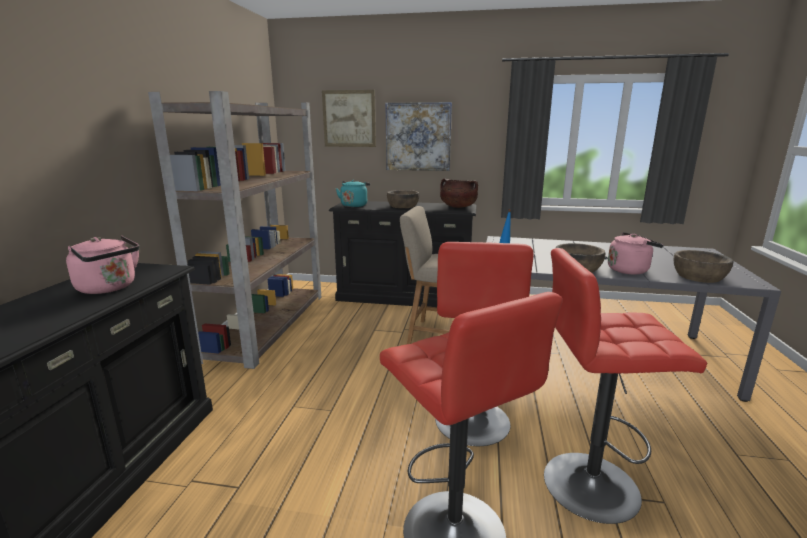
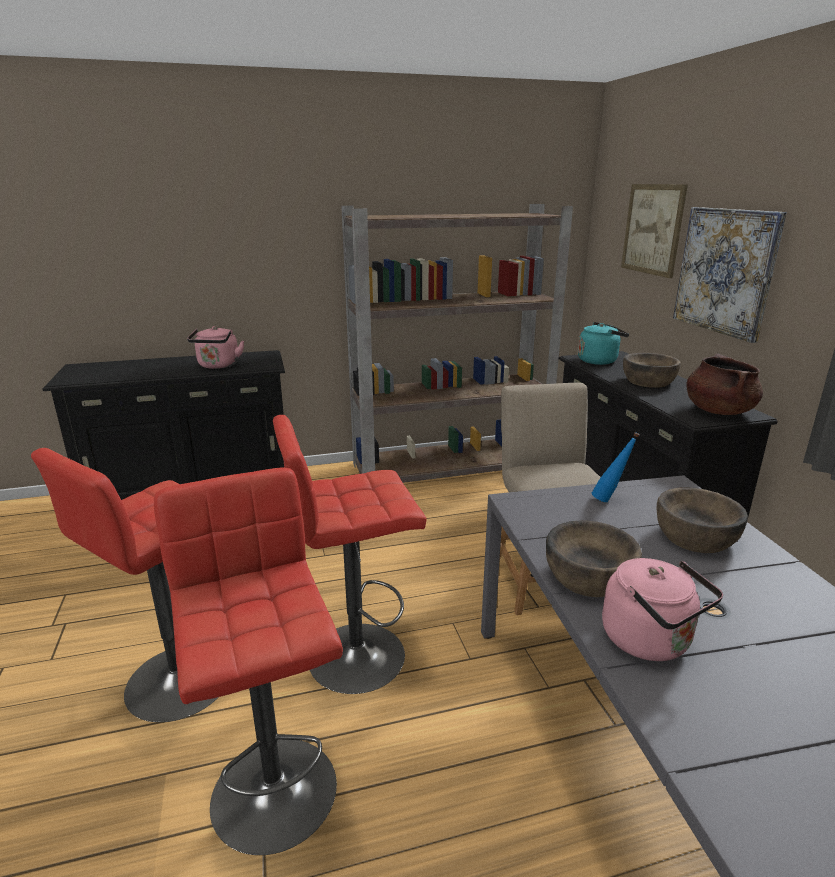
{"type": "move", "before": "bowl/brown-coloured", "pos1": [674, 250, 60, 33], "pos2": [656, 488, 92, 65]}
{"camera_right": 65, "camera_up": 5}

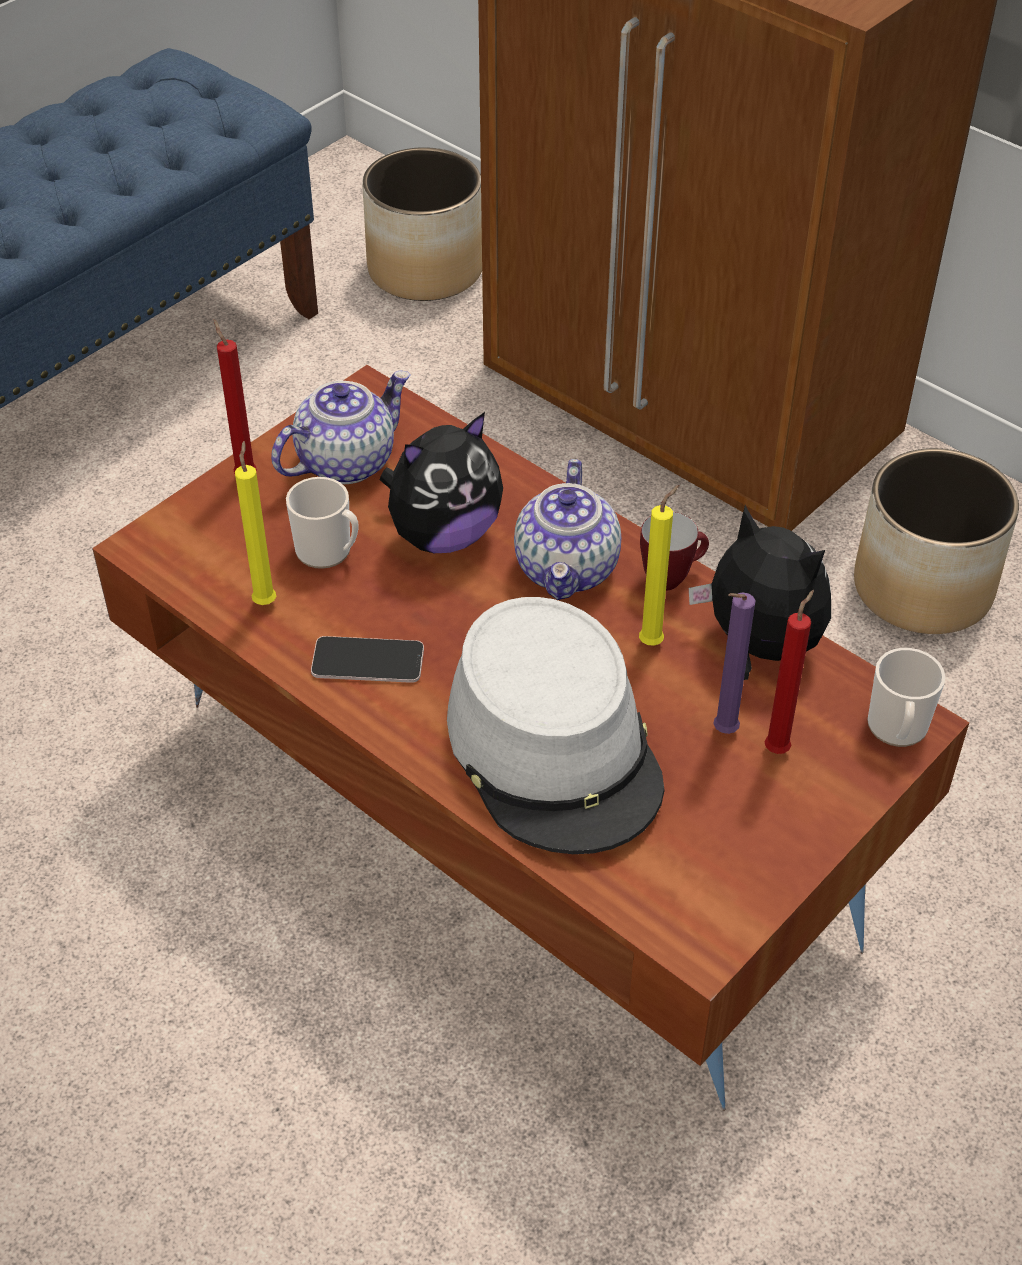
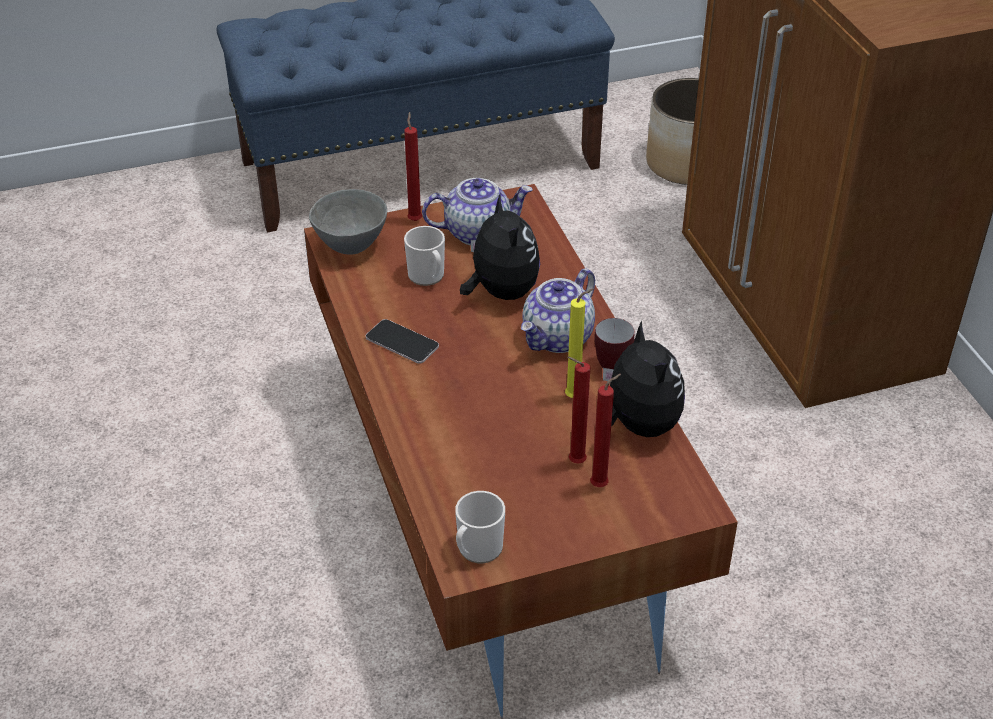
{"type": "delete", "before": "candle/yellowish", "pos1": [235, 441, 41, 164]}
{"type": "rotate", "before": "cuddly toy", "pos1": [380, 412, 123, 141], "pos2": [460, 195, 80, 105], "turn": -105}
{"type": "delete", "before": "clothing hat/greyish", "pos1": [447, 597, 218, 257]}
{"type": "recolor", "before": "candle/purplish", "after": "candle/red", "pos1": [713, 592, 43, 142], "pos2": [567, 357, 24, 107]}
{"type": "delete", "before": "plant pot", "pos1": [854, 448, 165, 186]}
{"type": "move", "before": "mug", "pos1": [867, 648, 78, 99], "pos2": [455, 491, 50, 72]}
{"type": "insert", "after": "bowl/greyish", "pos2": [309, 189, 78, 65]}
{"camera_right": 30, "camera_up": -5}

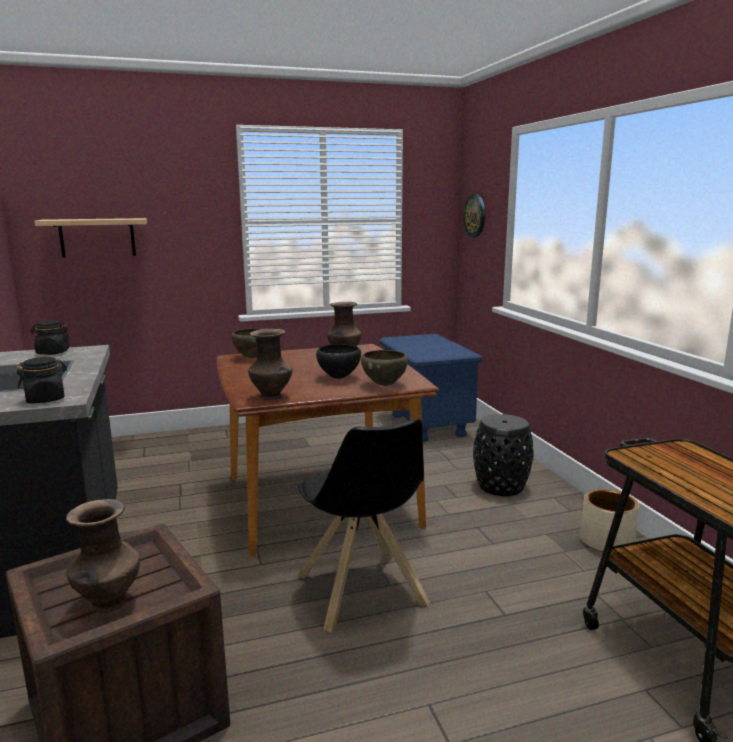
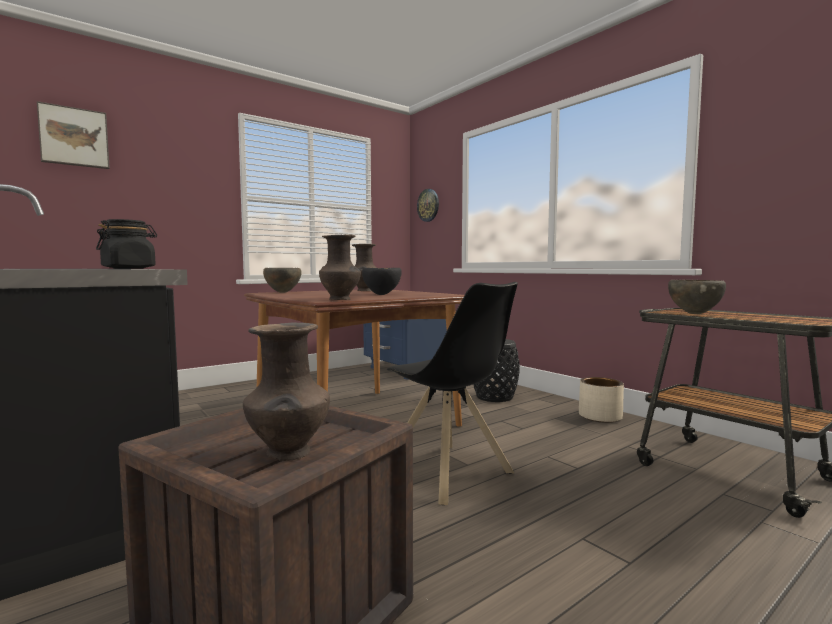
{"type": "delete", "before": "jar/black", "pos1": [30, 320, 40, 35]}
{"type": "delete", "before": "shelf", "pos1": [34, 218, 113, 40]}
{"type": "move", "before": "bowl/brown-coloured", "pos1": [361, 350, 47, 36], "pos2": [668, 280, 58, 34]}
{"type": "insert", "after": "wall picture", "pos2": [37, 101, 73, 68]}
{"camera_right": -20, "camera_up": -10}

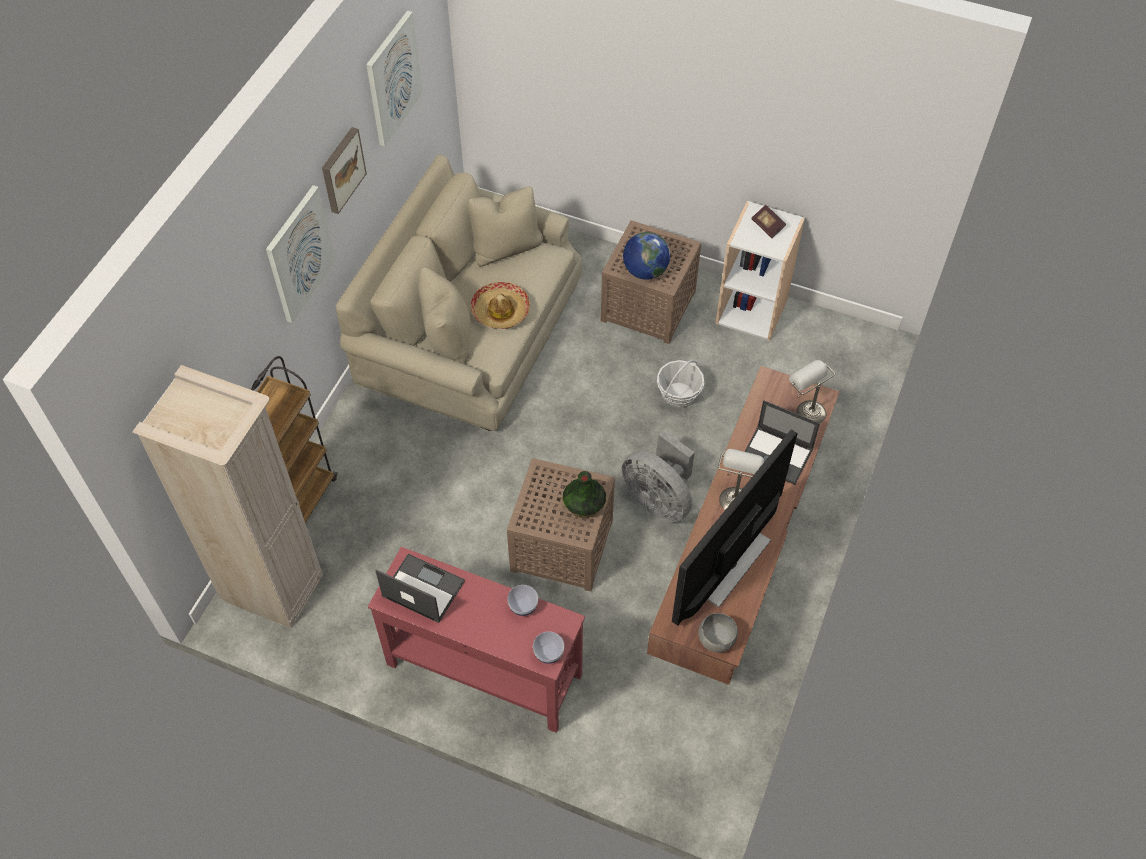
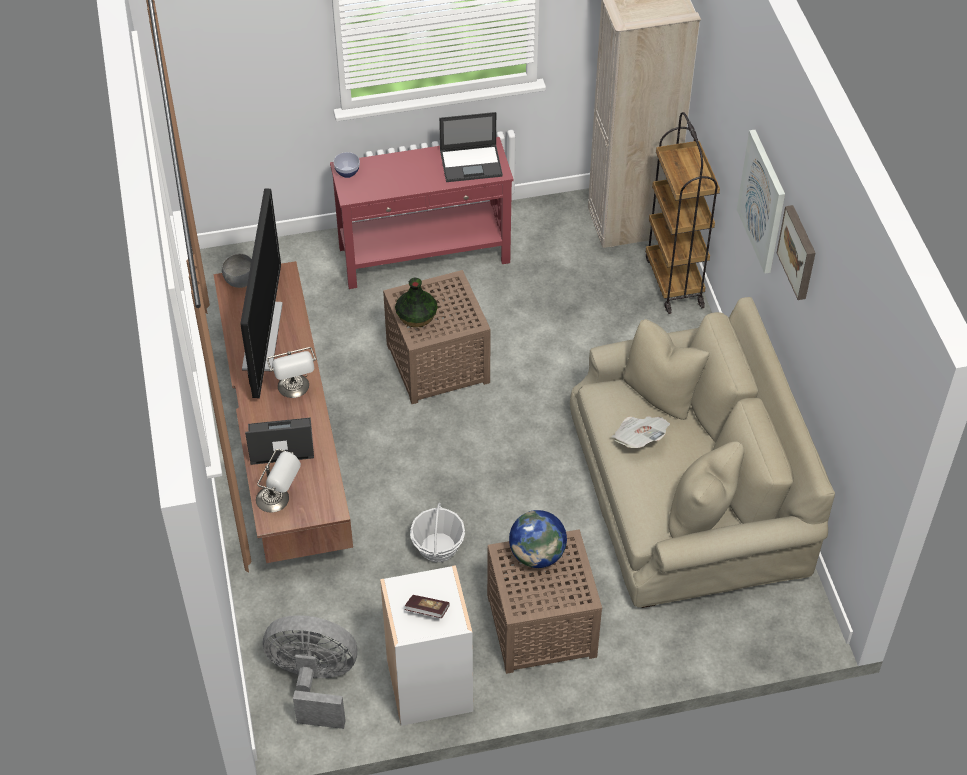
{"type": "delete", "before": "wall picture", "pos1": [366, 10, 57, 136]}
{"type": "replace", "before": "clothing hat", "after": "newspaper", "pos1": [470, 282, 60, 47], "pos2": [611, 416, 59, 32]}
{"type": "delete", "before": "bowl", "pos1": [507, 585, 31, 31]}
{"type": "move", "before": "electric fan/greyish", "pos1": [622, 430, 73, 92], "pos2": [263, 615, 94, 114]}
{"camera_right": 145, "camera_up": -5}

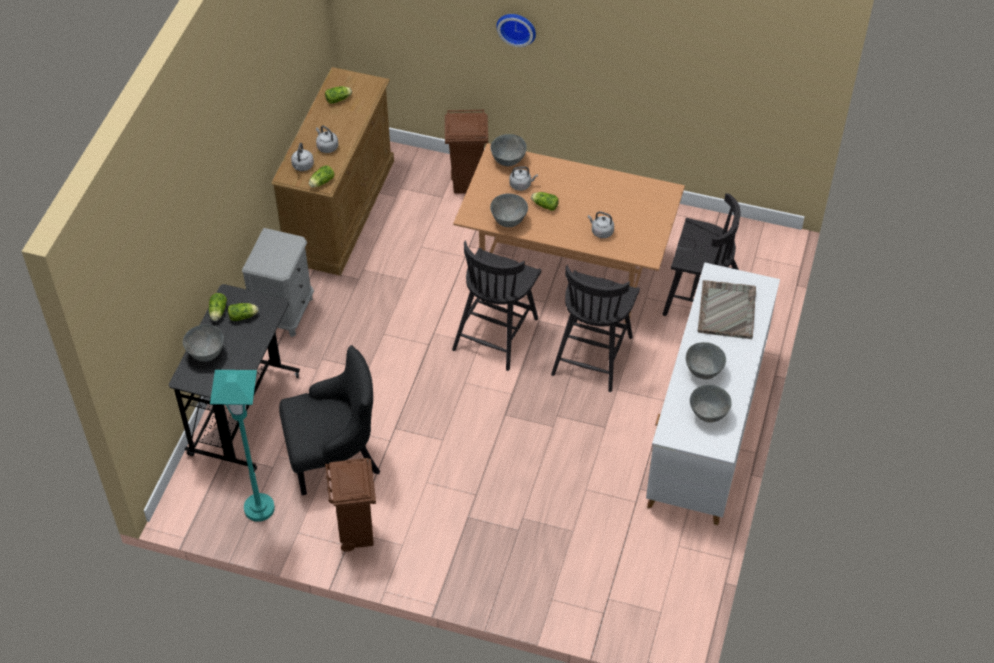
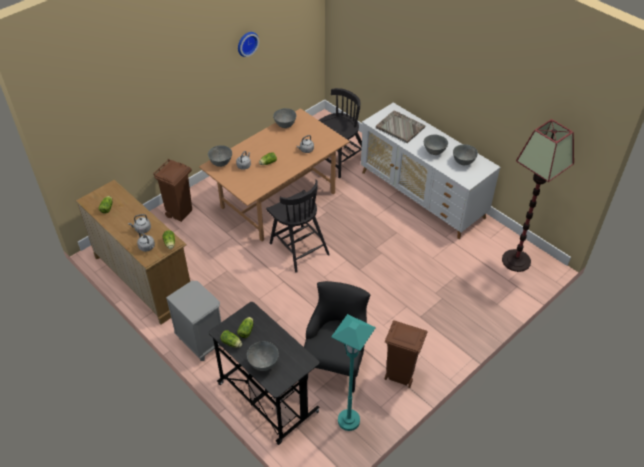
{"type": "move", "before": "bowl/greyish", "pos1": [490, 193, 38, 34], "pos2": [273, 108, 23, 20]}
{"type": "move", "before": "clock on the wall", "pos1": [496, 14, 40, 33], "pos2": [238, 32, 21, 25]}
{"type": "delete", "before": "upright chair/black", "pos1": [551, 264, 89, 128]}
{"type": "insert", "after": "floor lamp", "pos2": [502, 119, 72, 153]}
{"camera_right": -60, "camera_up": -5}

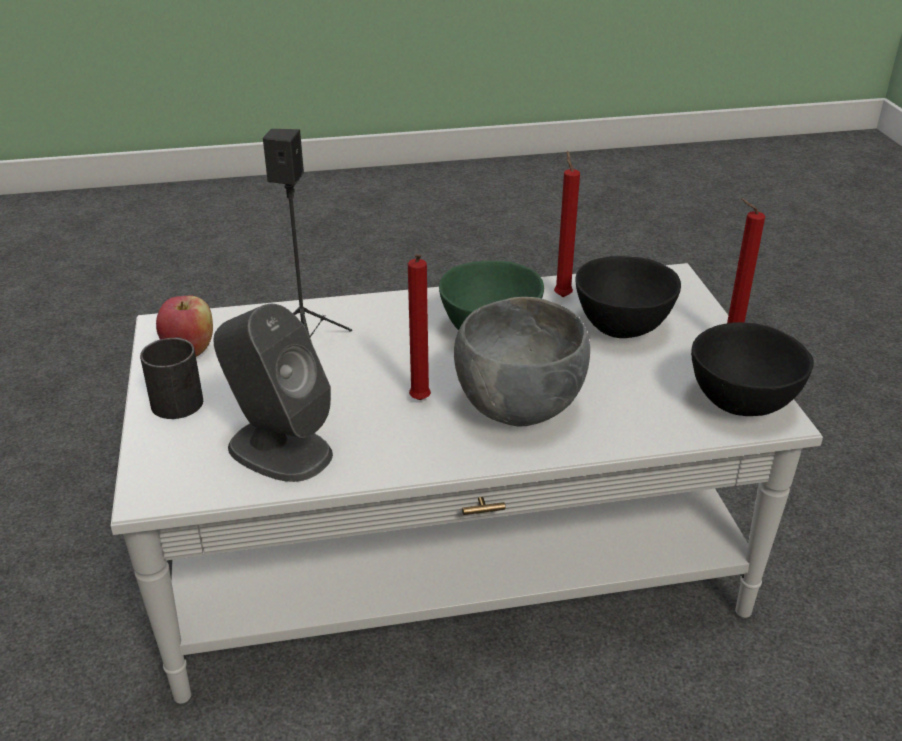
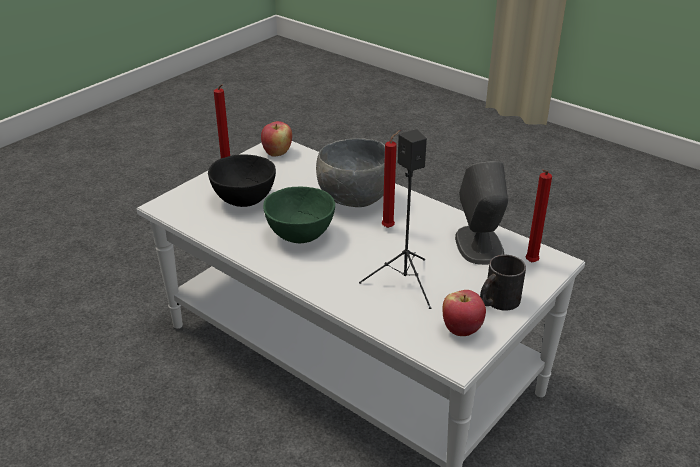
{"type": "move", "before": "candle/red", "pos1": [554, 150, 26, 147], "pos2": [525, 169, 27, 93]}
{"type": "replace", "before": "bowl/black", "after": "apple", "pos1": [691, 322, 123, 94], "pos2": [261, 121, 31, 36]}
{"camera_right": -130, "camera_up": 0}

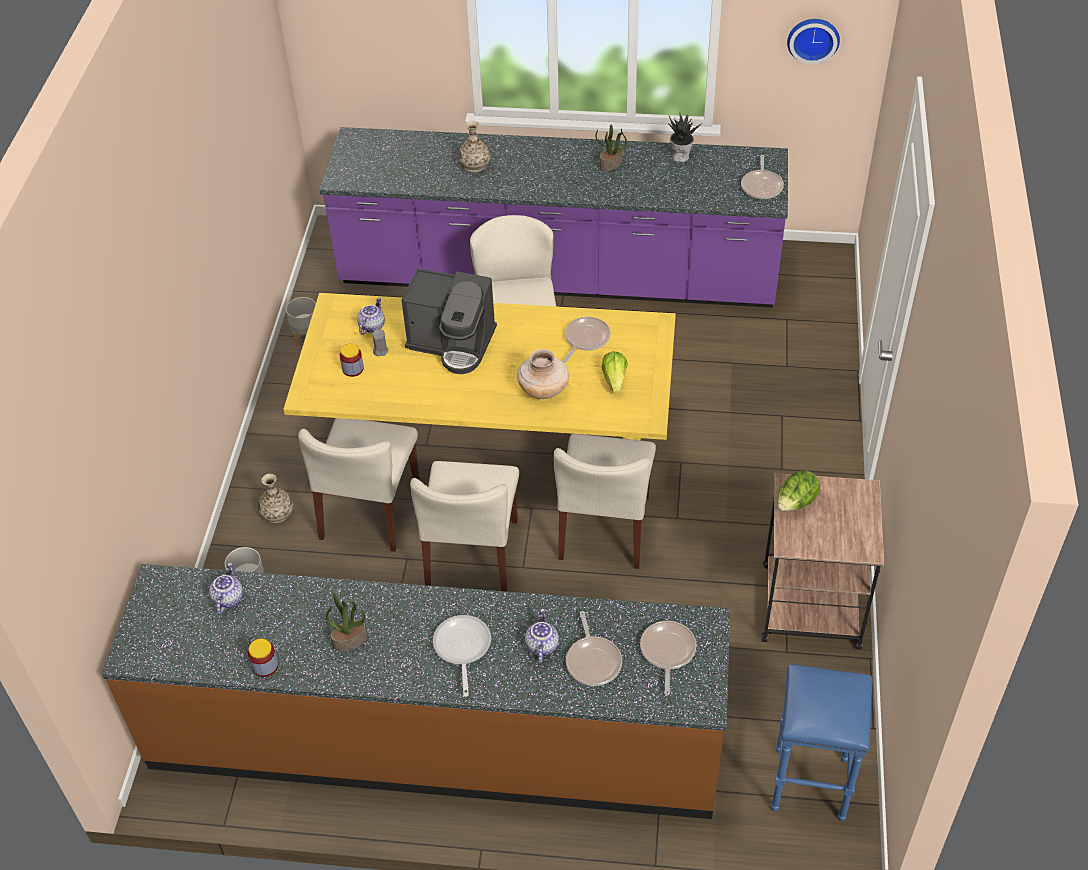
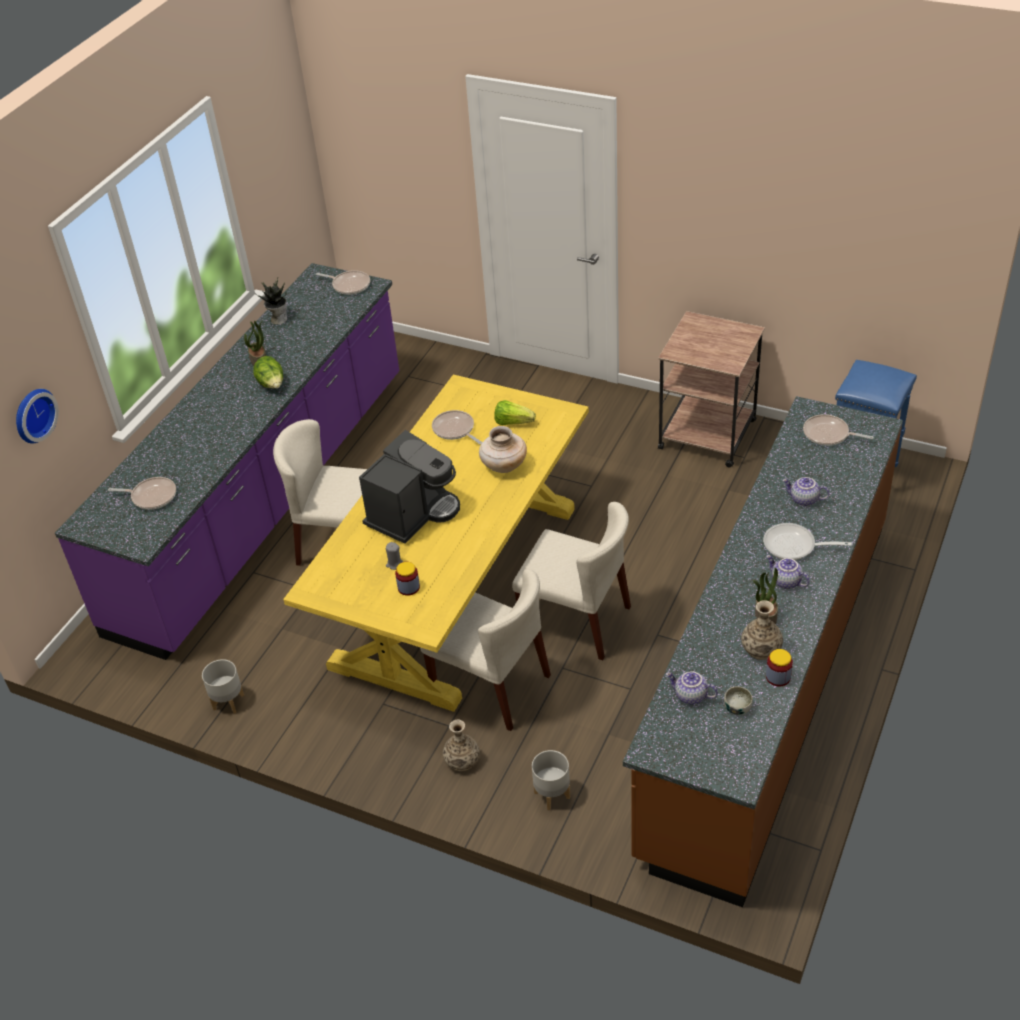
{"type": "move", "before": "teapot", "pos1": [357, 298, 28, 37], "pos2": [766, 555, 44, 34]}
{"type": "move", "before": "vase", "pos1": [458, 121, 33, 51], "pos2": [741, 600, 42, 60]}
{"type": "delete", "before": "upright chair/beige", "pos1": [554, 434, 102, 135]}
{"type": "move", "before": "frying pan", "pos1": [566, 611, 56, 75], "pos2": [108, 477, 68, 33]}
{"type": "move", "before": "lettuce", "pos1": [778, 470, 42, 41], "pos2": [253, 356, 30, 33]}
{"type": "move", "before": "clock on the wall", "pos1": [787, 19, 53, 45], "pos2": [16, 389, 43, 54]}
{"type": "insert", "after": "bowl", "pos2": [724, 686, 29, 29]}
{"camera_right": -70, "camera_up": -5}

